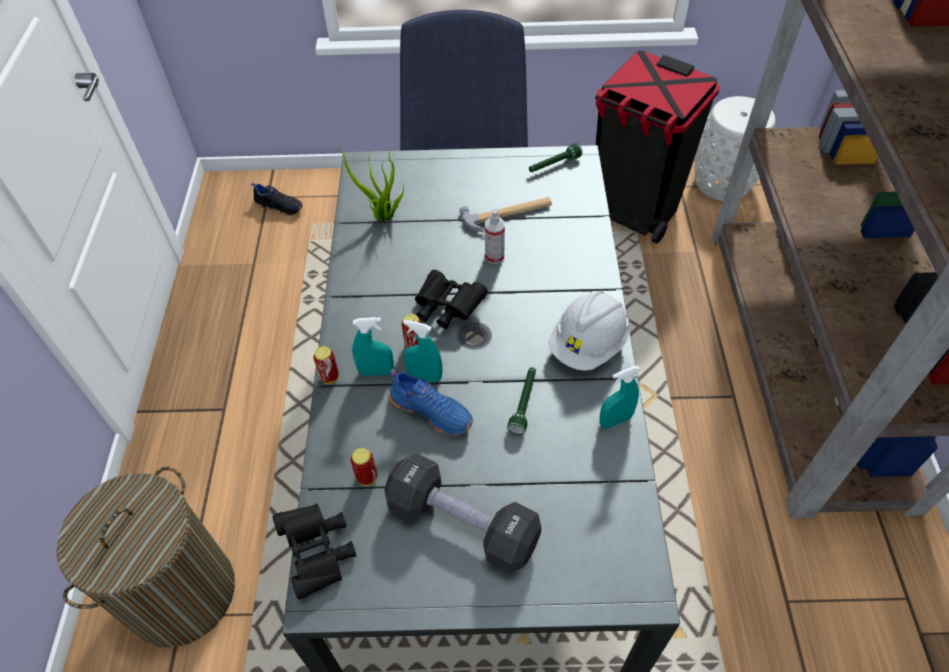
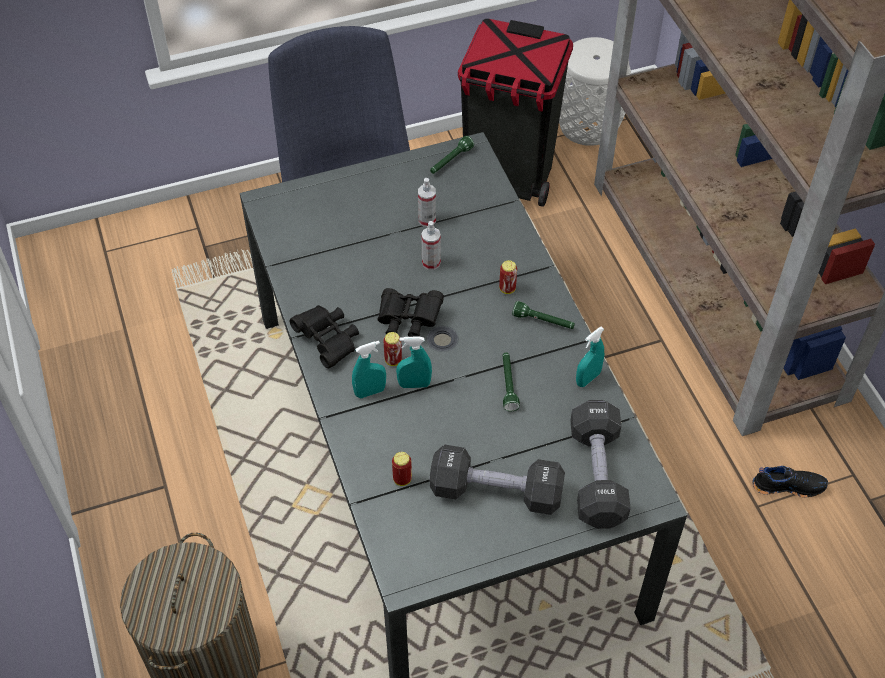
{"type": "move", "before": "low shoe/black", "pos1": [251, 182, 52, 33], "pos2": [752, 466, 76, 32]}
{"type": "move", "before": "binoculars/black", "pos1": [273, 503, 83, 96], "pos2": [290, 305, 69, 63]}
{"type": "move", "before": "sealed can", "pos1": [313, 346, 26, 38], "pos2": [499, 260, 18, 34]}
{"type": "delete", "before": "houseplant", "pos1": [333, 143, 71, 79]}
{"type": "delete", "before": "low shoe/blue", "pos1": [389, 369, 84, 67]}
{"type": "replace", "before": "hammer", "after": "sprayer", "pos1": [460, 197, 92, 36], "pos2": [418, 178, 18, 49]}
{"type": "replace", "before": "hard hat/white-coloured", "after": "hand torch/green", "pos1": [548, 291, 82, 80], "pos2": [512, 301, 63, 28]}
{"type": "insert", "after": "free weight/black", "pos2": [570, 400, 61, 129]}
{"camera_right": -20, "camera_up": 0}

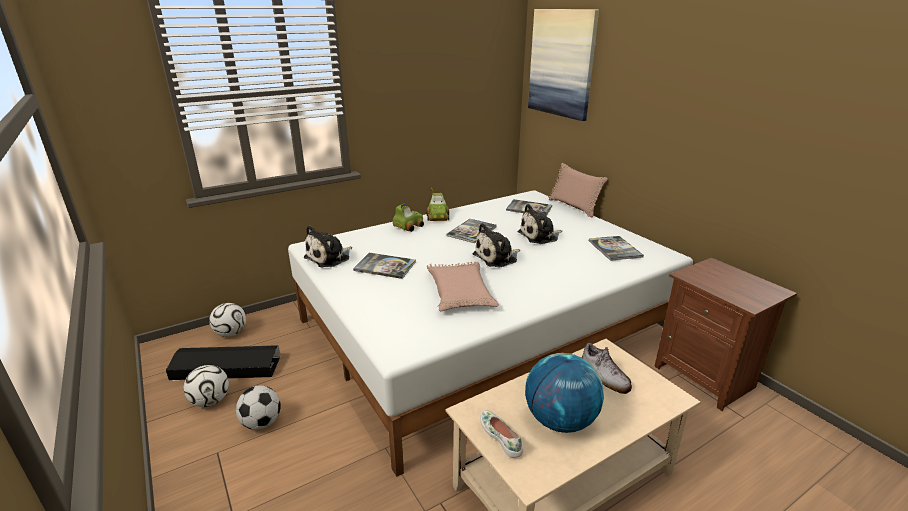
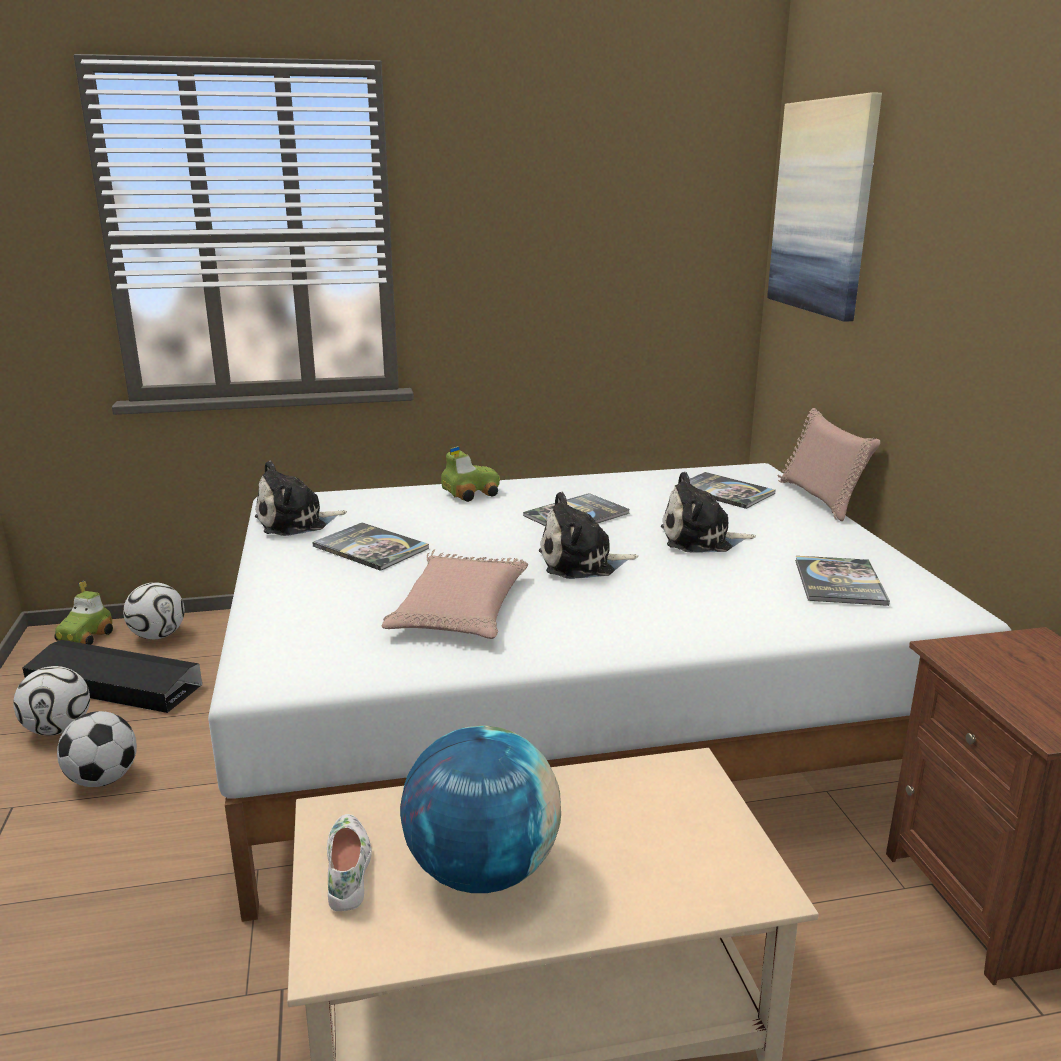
{"type": "move", "before": "toy car", "pos1": [426, 188, 23, 33], "pos2": [54, 581, 59, 64]}
{"type": "delete", "before": "low shoe", "pos1": [582, 343, 50, 51]}
{"camera_right": 20, "camera_up": -5}

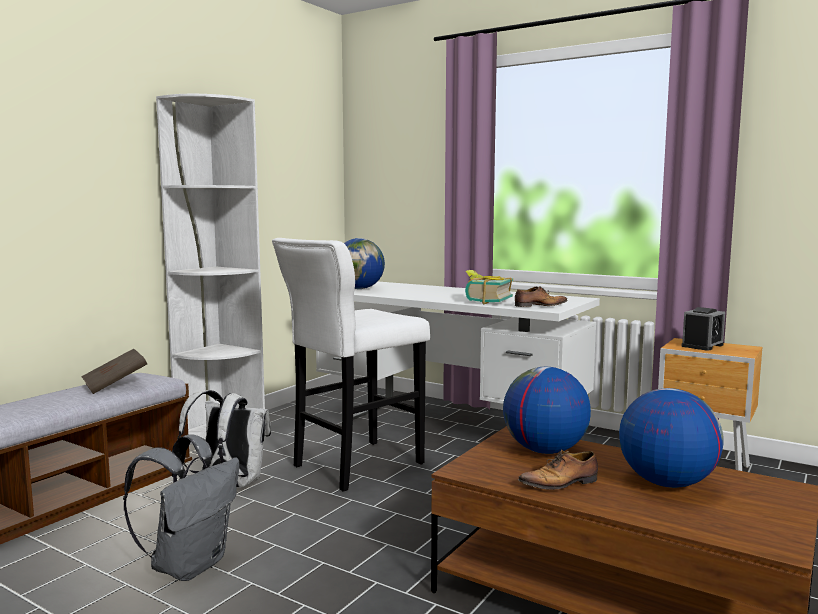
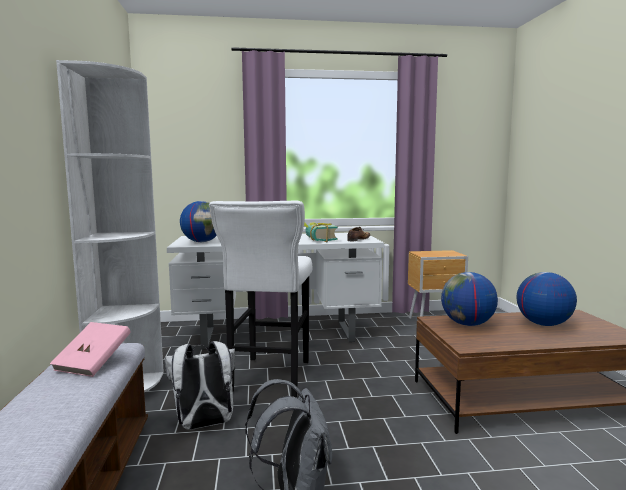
{"type": "recolor", "before": "book/brown-coloured", "after": "book/pink-coloured", "pos1": [81, 349, 66, 45], "pos2": [50, 322, 81, 55]}
{"type": "delete", "before": "low shoe", "pos1": [518, 449, 80, 41]}
{"type": "delete", "before": "table clock", "pos1": [682, 307, 43, 44]}
{"camera_right": -40, "camera_up": 0}

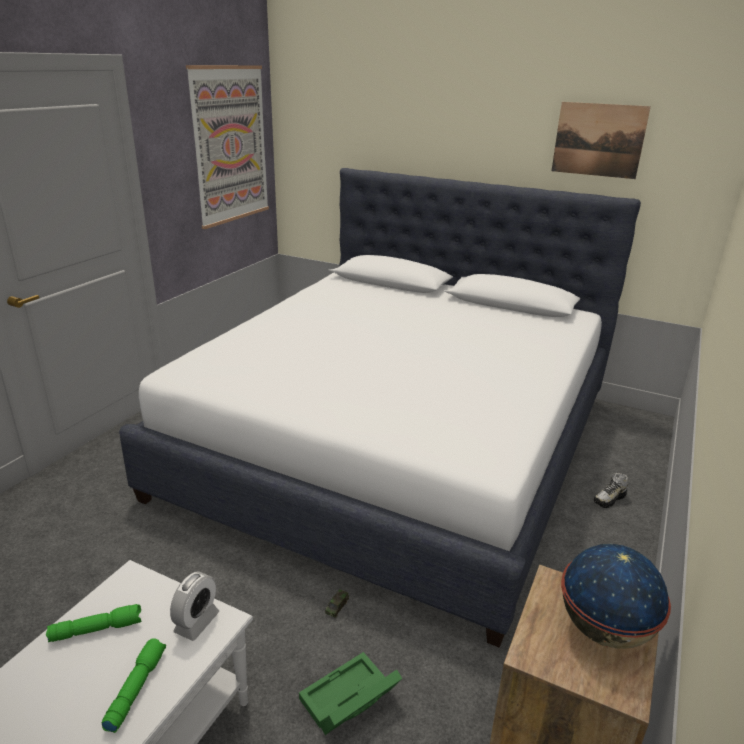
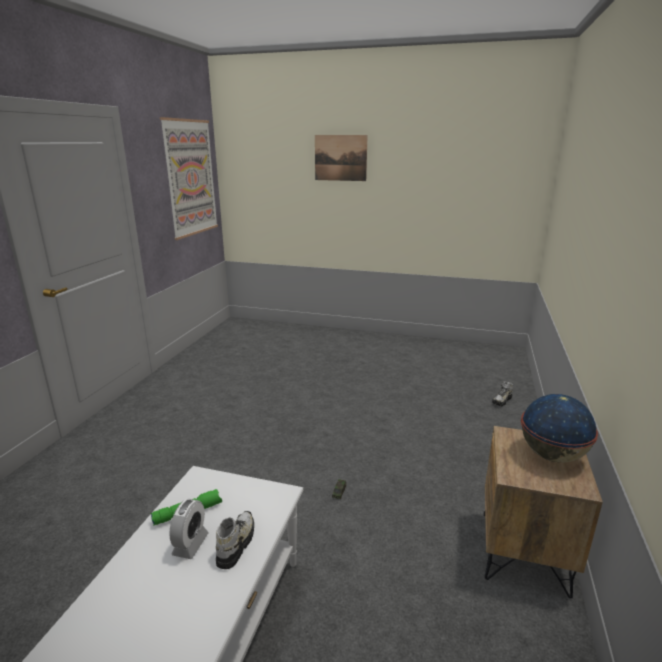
{"type": "replace", "before": "hand torch/green", "after": "low shoe", "pos1": [101, 638, 65, 95], "pos2": [216, 511, 38, 58]}
{"type": "delete", "before": "bedroom bed/white-coloured", "pos1": [119, 168, 522, 480]}
{"type": "move", "before": "table clock", "pos1": [170, 571, 49, 70], "pos2": [169, 499, 40, 60]}
{"type": "delete", "before": "storage bin/green", "pos1": [299, 652, 103, 83]}
{"type": "move", "before": "wall picture", "pos1": [552, 102, 99, 77], "pos2": [315, 135, 52, 46]}
{"camera_right": -10, "camera_up": -5}

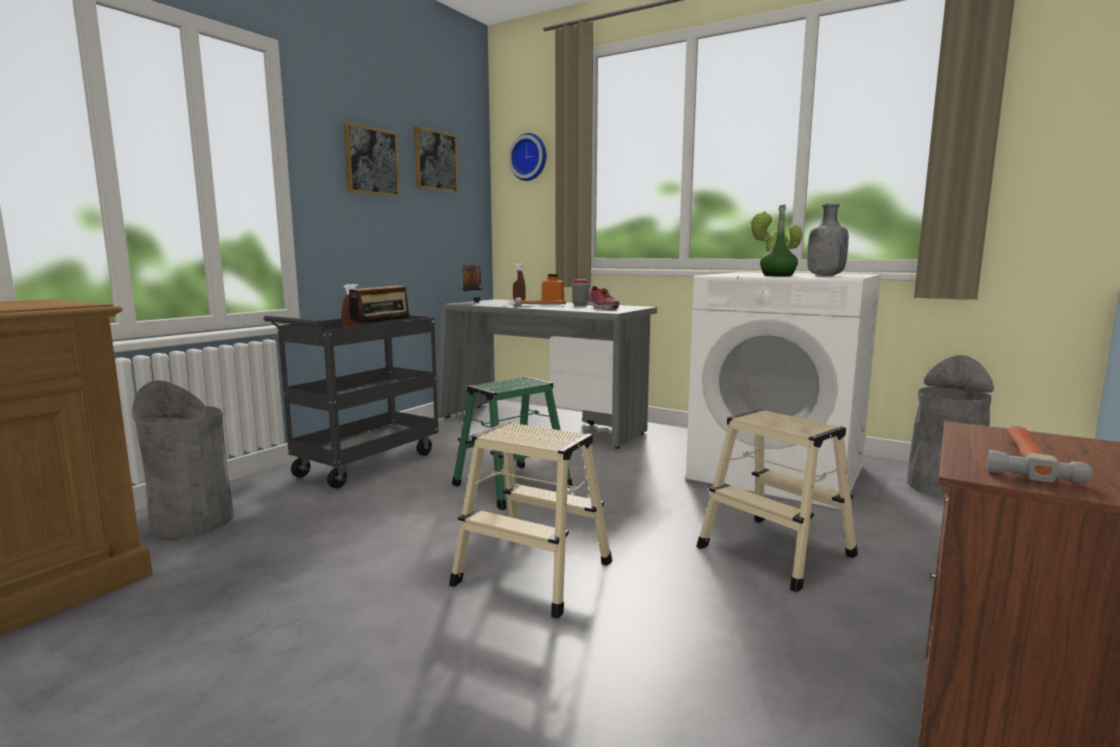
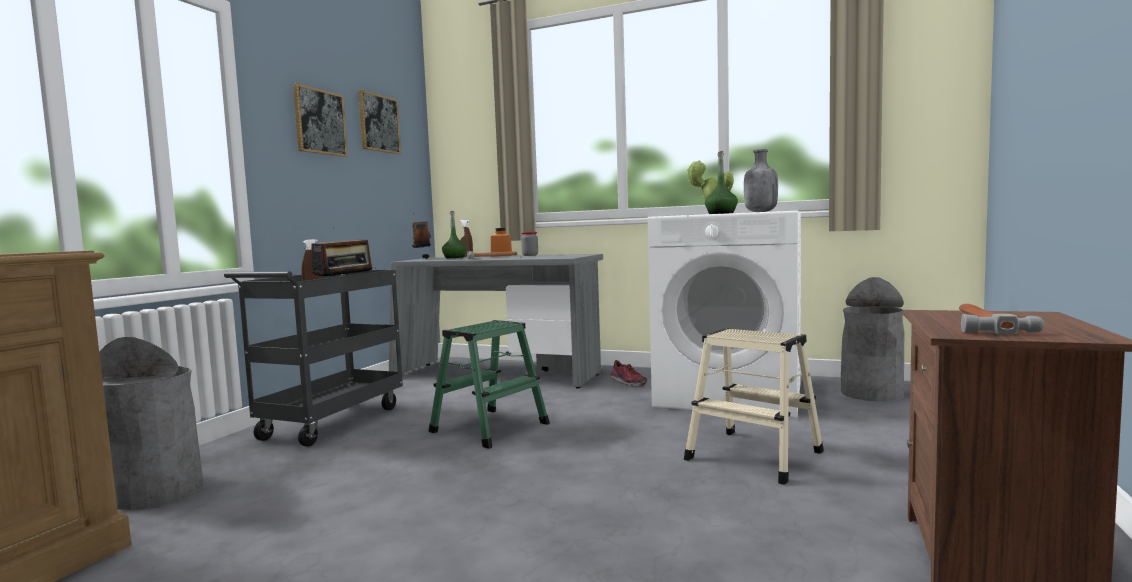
{"type": "delete", "before": "stepladder/beige", "pos1": [449, 422, 163, 197]}
{"type": "delete", "before": "clock on the wall", "pos1": [508, 133, 38, 48]}
{"type": "move", "before": "low shoe", "pos1": [586, 286, 33, 23], "pos2": [610, 360, 37, 27]}
{"type": "insert", "after": "drink bottle/green", "pos2": [442, 211, 25, 47]}
{"camera_right": -10, "camera_up": -5}

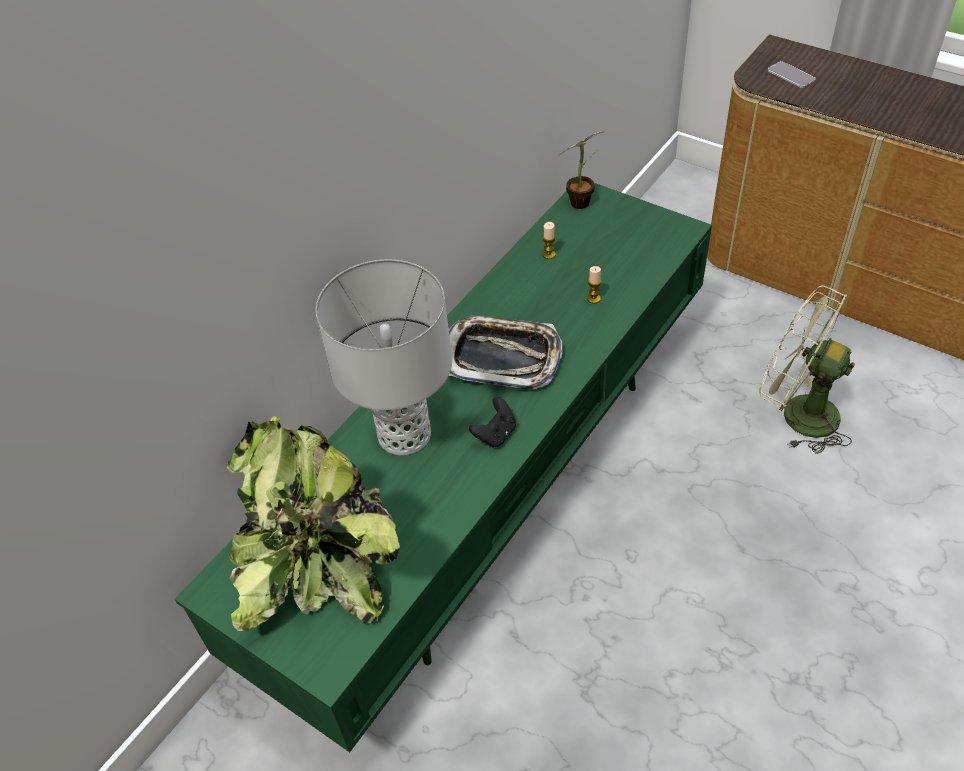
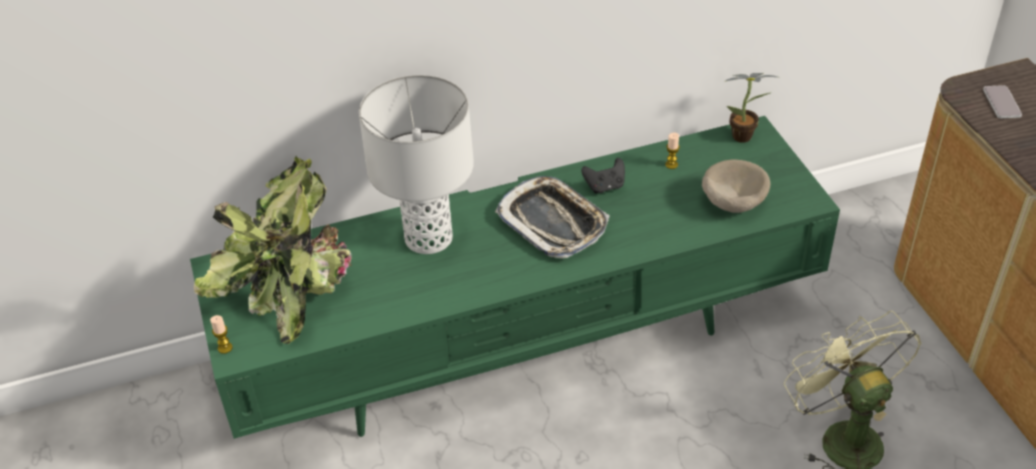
{"type": "move", "before": "game controller/black", "pos1": [469, 397, 47, 51], "pos2": [581, 158, 44, 36]}
{"type": "move", "before": "candle", "pos1": [587, 266, 15, 38], "pos2": [210, 315, 23, 39]}
{"type": "insert", "after": "bowl/beige", "pos2": [702, 160, 68, 53]}
{"camera_right": 35, "camera_up": -5}

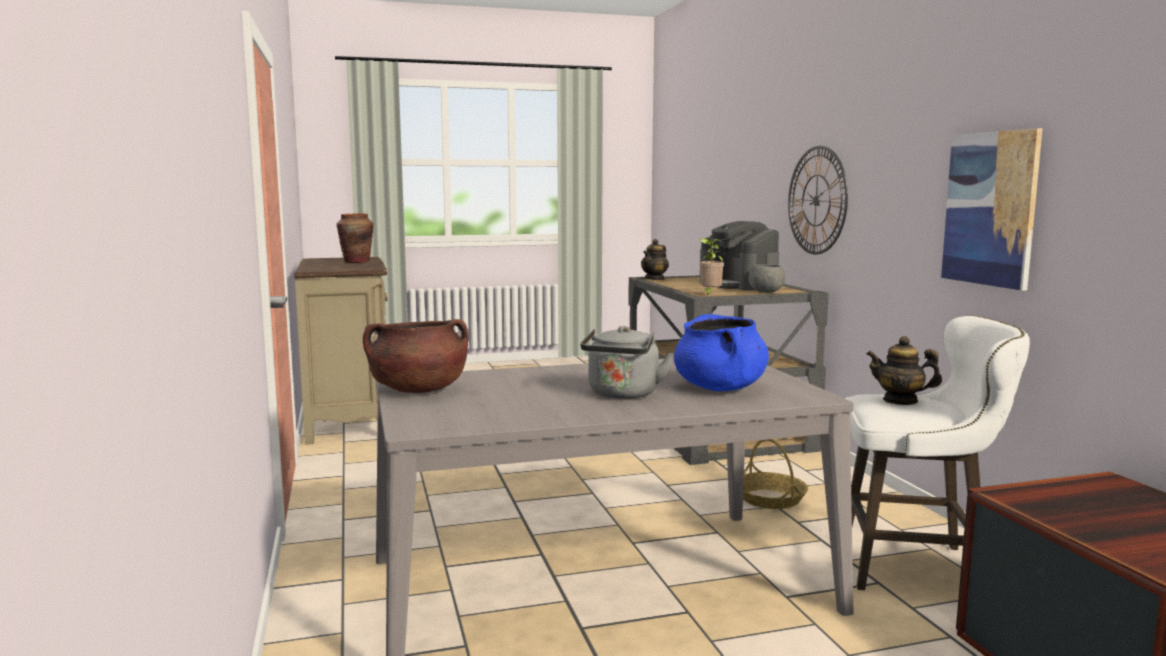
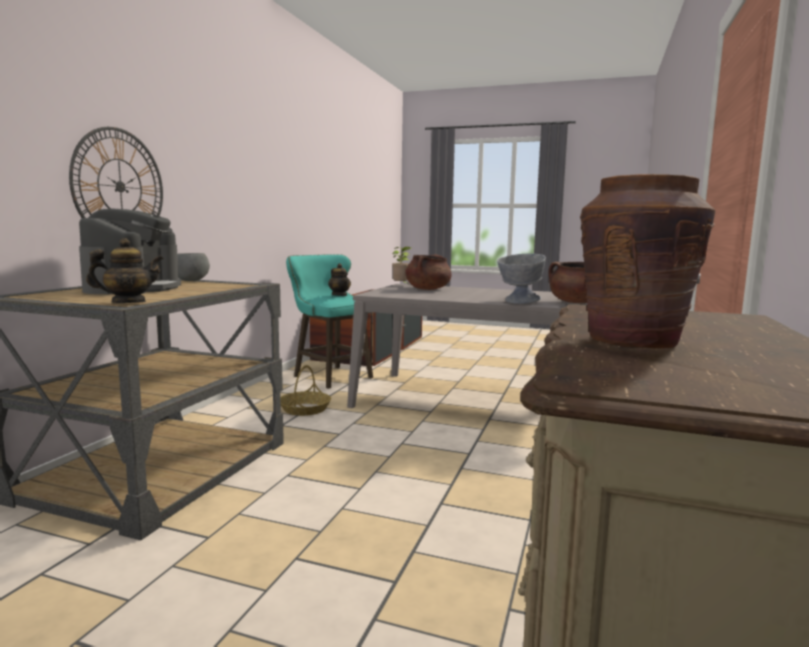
{"type": "delete", "before": "water kettle/greyish", "pos1": [580, 326, 94, 73]}
{"type": "recolor", "before": "cooking pot/blue", "after": "cooking pot/brown-coloured", "pos1": [674, 314, 95, 78], "pos2": [405, 254, 47, 36]}
{"type": "move", "before": "houseplant", "pos1": [700, 239, 25, 56], "pos2": [392, 247, 20, 37]}
{"type": "recolor", "before": "stool/white-coloured", "after": "stool/blue-green", "pos1": [845, 315, 185, 275], "pos2": [286, 254, 87, 135]}
{"type": "delete", "before": "wall picture", "pos1": [941, 128, 102, 163]}
{"type": "insert", "after": "bowl/greyish", "pos2": [497, 253, 49, 51]}
{"camera_right": -145, "camera_up": 0}

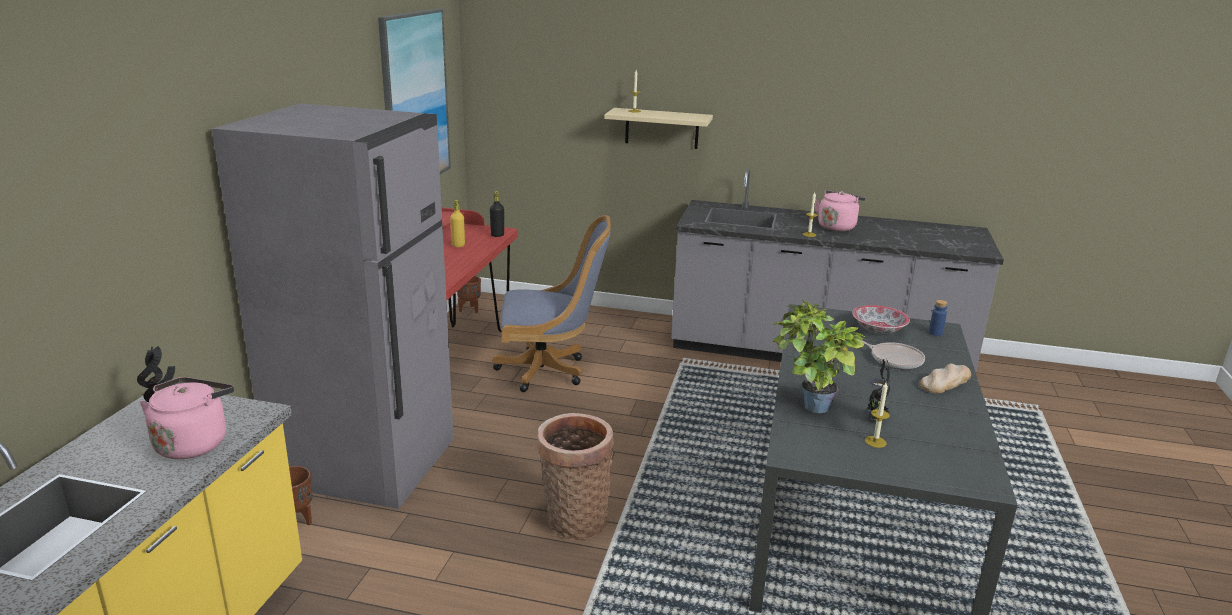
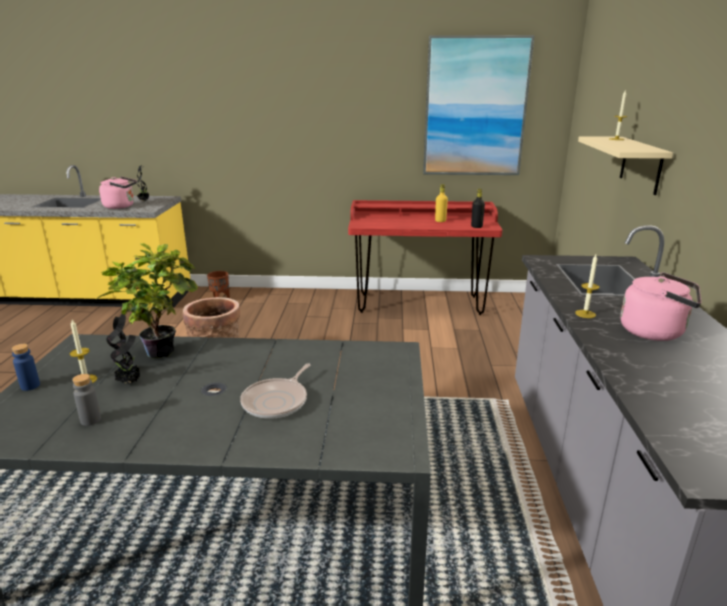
{"type": "delete", "before": "fridge/greyish", "pos1": [212, 103, 242, 406]}
{"type": "delete", "before": "plant pot/brown-coloured", "pos1": [457, 276, 24, 37]}
{"type": "delete", "before": "desk chair/blue", "pos1": [492, 215, 119, 177]}
{"type": "delete", "before": "bowl", "pos1": [852, 305, 58, 29]}
{"type": "delete", "before": "bread", "pos1": [920, 364, 51, 29]}
{"type": "move", "before": "drink bottle/blue", "pos1": [929, 300, 18, 36], "pos2": [11, 344, 29, 47]}
{"type": "insert", "after": "drink bottle/greyish", "pos2": [72, 374, 29, 52]}
{"camera_right": 80, "camera_up": 0}

